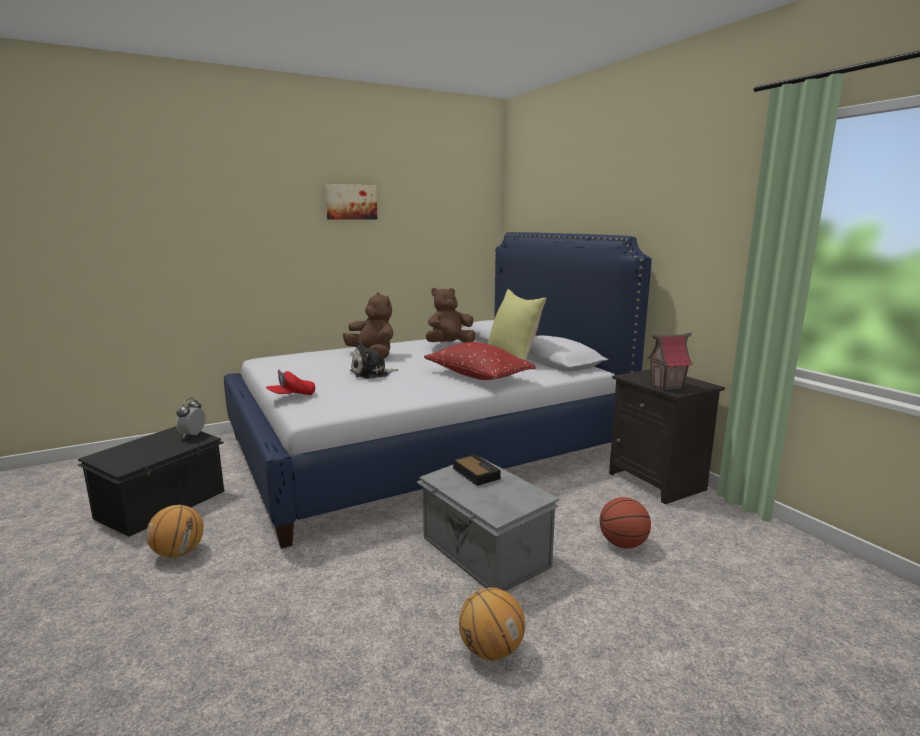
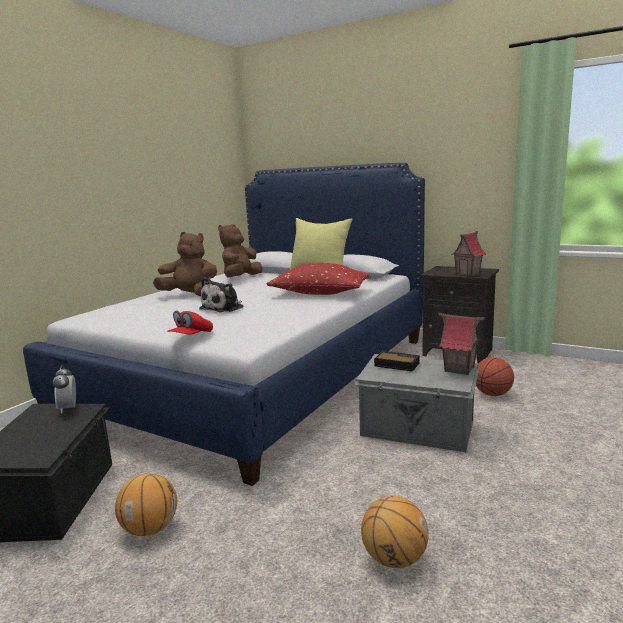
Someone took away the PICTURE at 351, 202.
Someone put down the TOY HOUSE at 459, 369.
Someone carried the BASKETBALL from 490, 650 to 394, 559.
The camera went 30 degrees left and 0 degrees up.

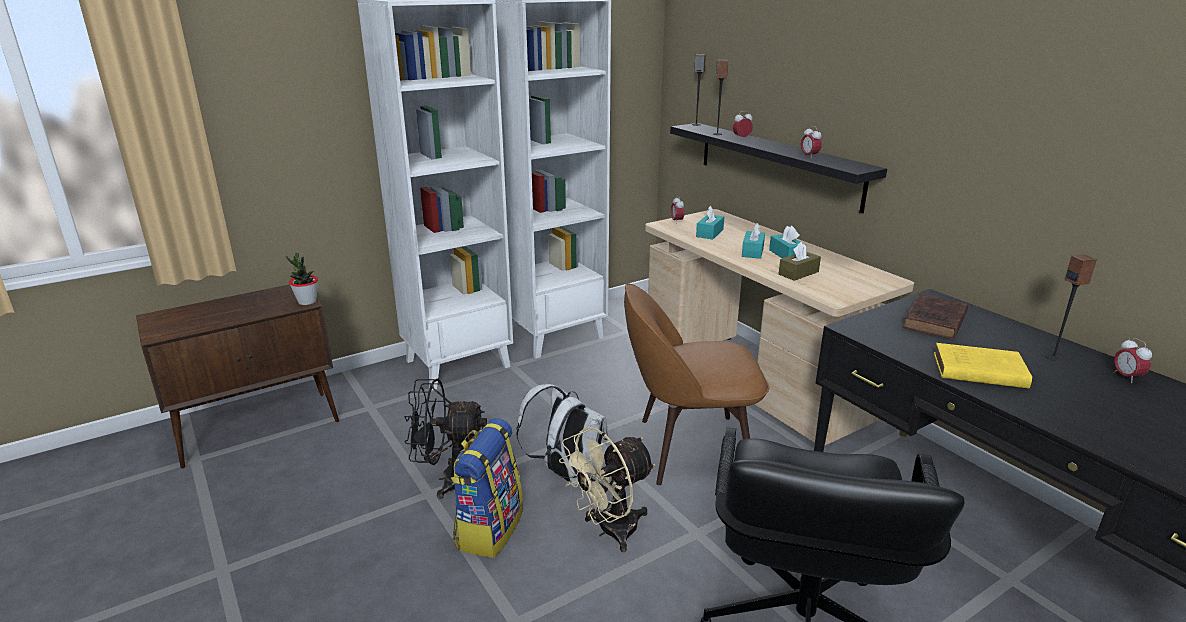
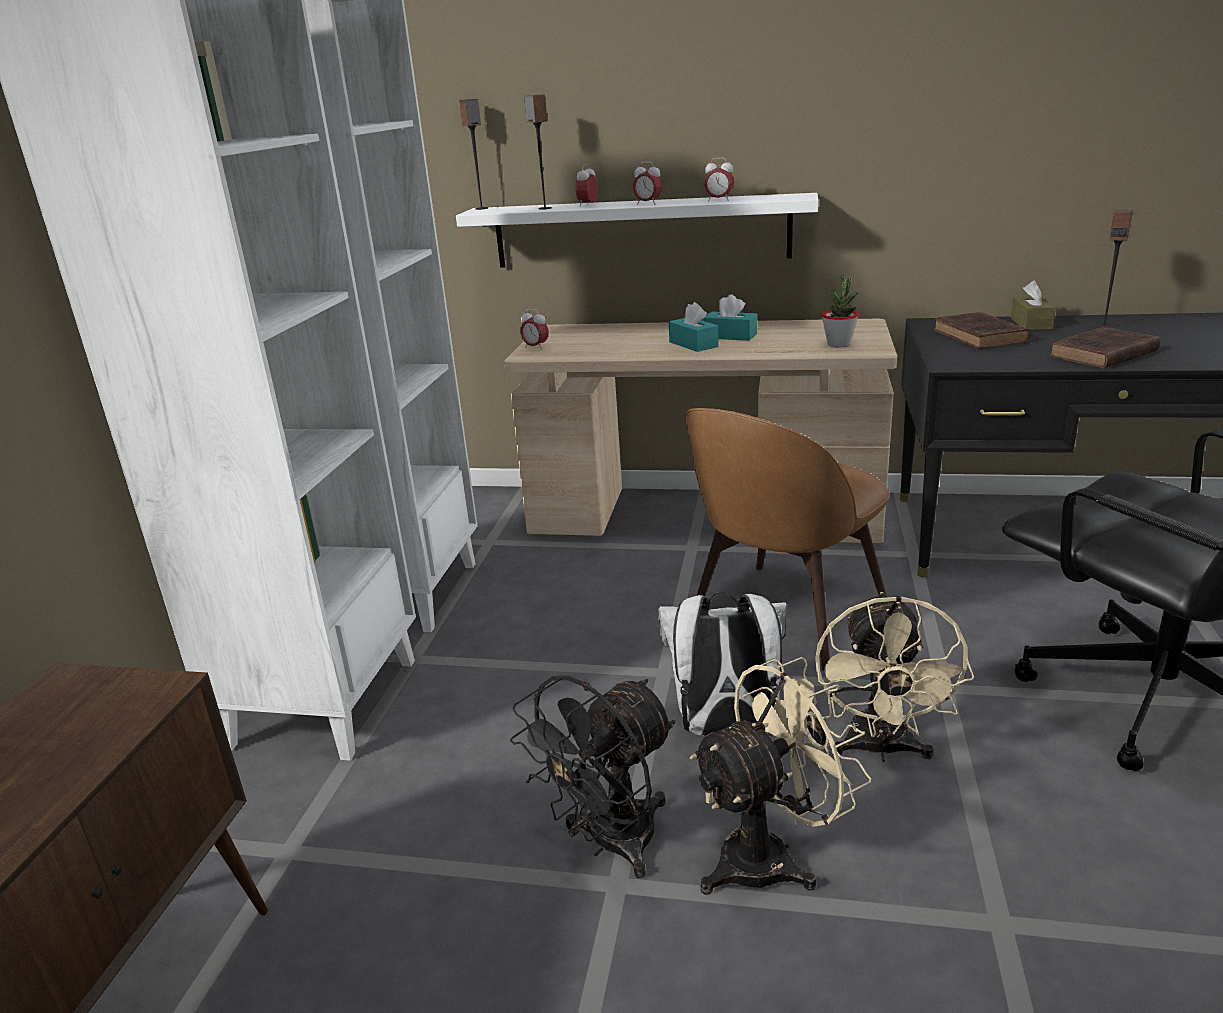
Someone took away the TURQUOISE TISSUE BOX at 709, 233.
Someone carried the POTTED PLANT from 307, 302 to 839, 344.
Someone carried the BROWN TISSUE BOX from 798, 273 to 1031, 323.
Someone carried the ALARM CLOCK from 1126, 377 to 648, 204.
Someone swapped the BACKPACK at 489, 528 for the BEIGE FAN at 770, 856.
Someone repainted the BLACK SHELF at 777, 164, which became the WHITE SHELF at 640, 232.
Someone repainted the YELLOW BOOK at 976, 370, which became the BROWN BOOK at 1101, 354.
The camera went 45 degrees left and 0 degrees up.

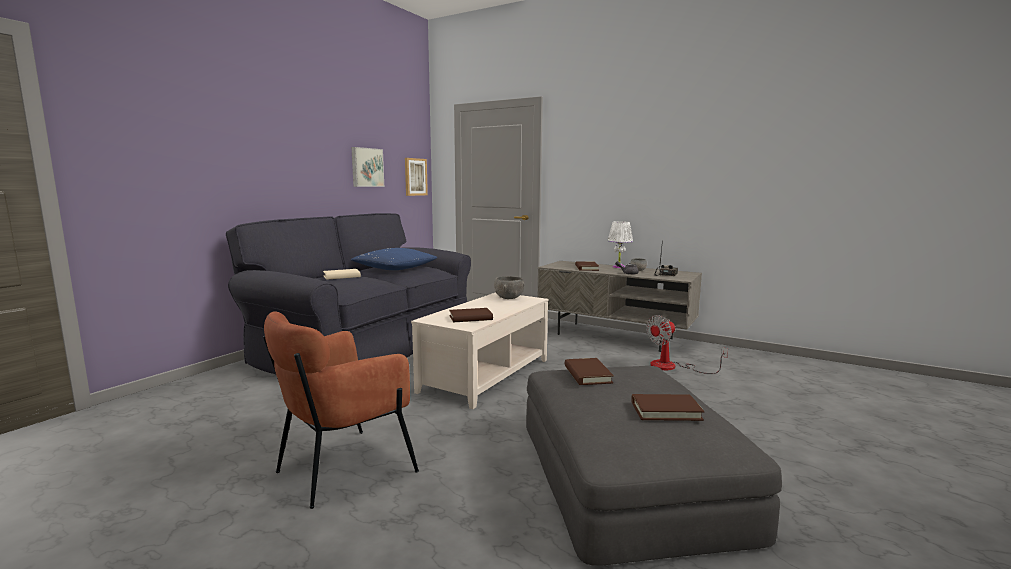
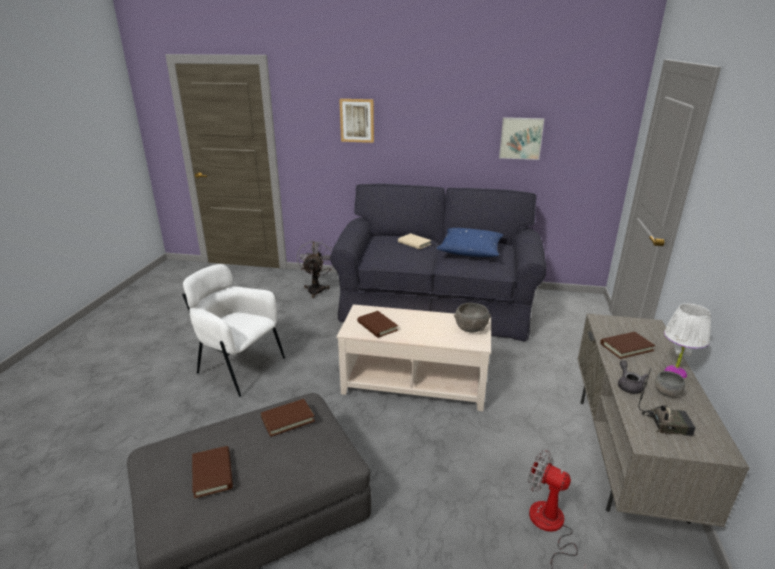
Someone put down the GREY FAN at 316, 289.
Someone carried the PICTURE from 415, 177 to 357, 120.
Someone repainted the BROWN ARMCHAIR at 343, 468, which became the WHITE ARMCHAIR at 238, 368.
The camera went 70 degrees right and 15 degrees up.

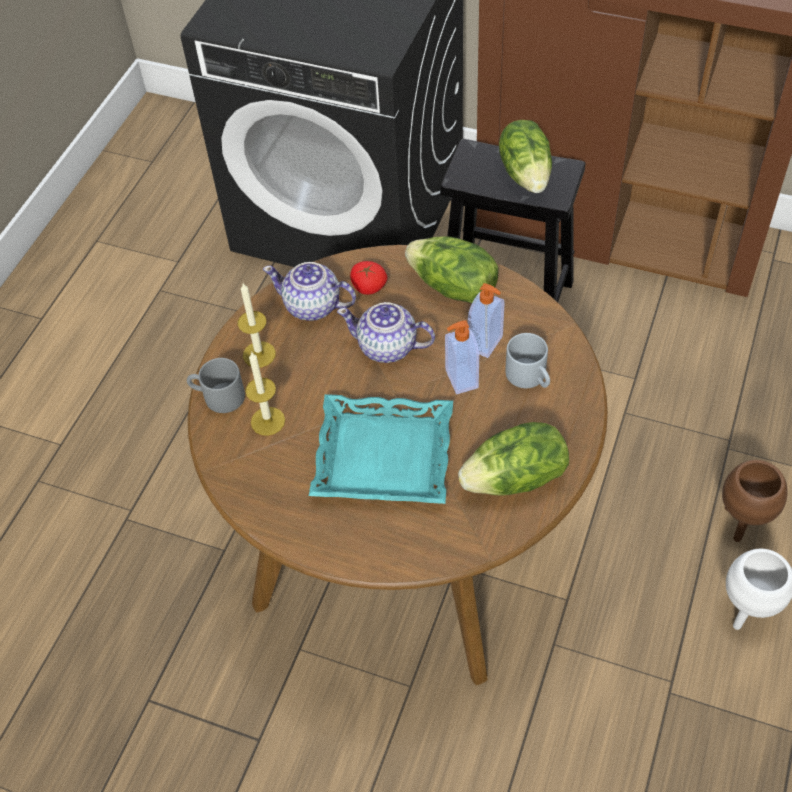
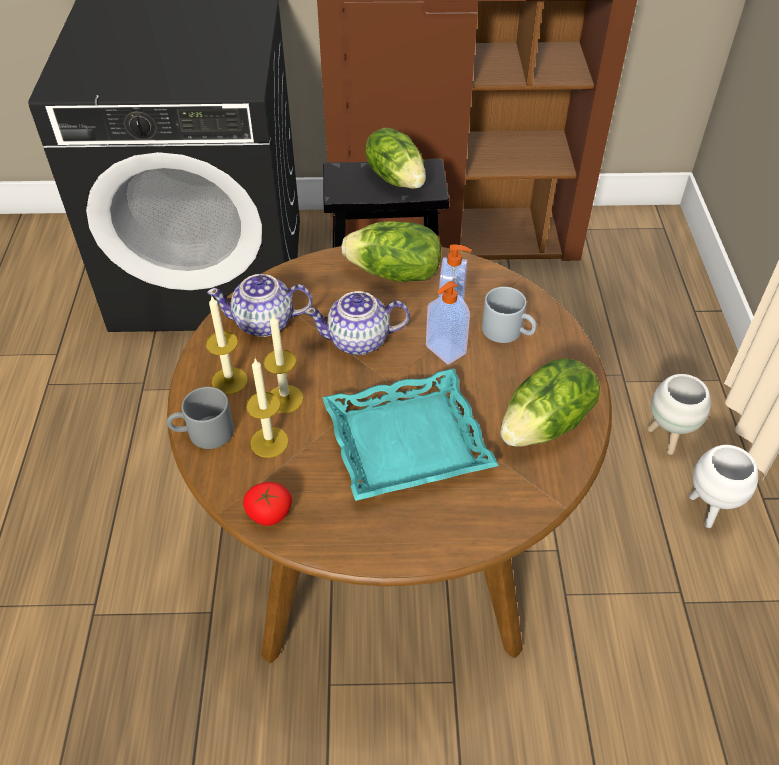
Someone put down the CANDLE at 285, 399.
Someone carried the TOMATO from 368, 287 to 268, 514.
Someone repainted the BROWN PLANTER at 742, 523, which became the WHITE PLANTER at 667, 438.
The camera went 25 degrees left and 5 degrees down.

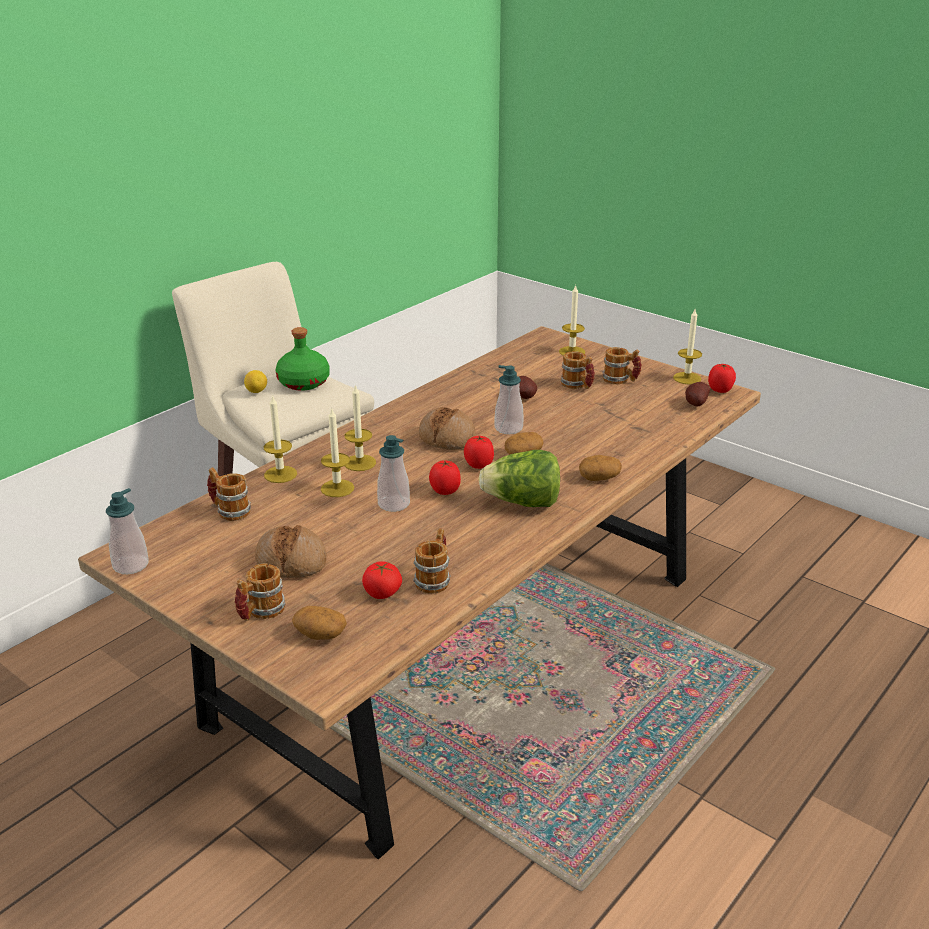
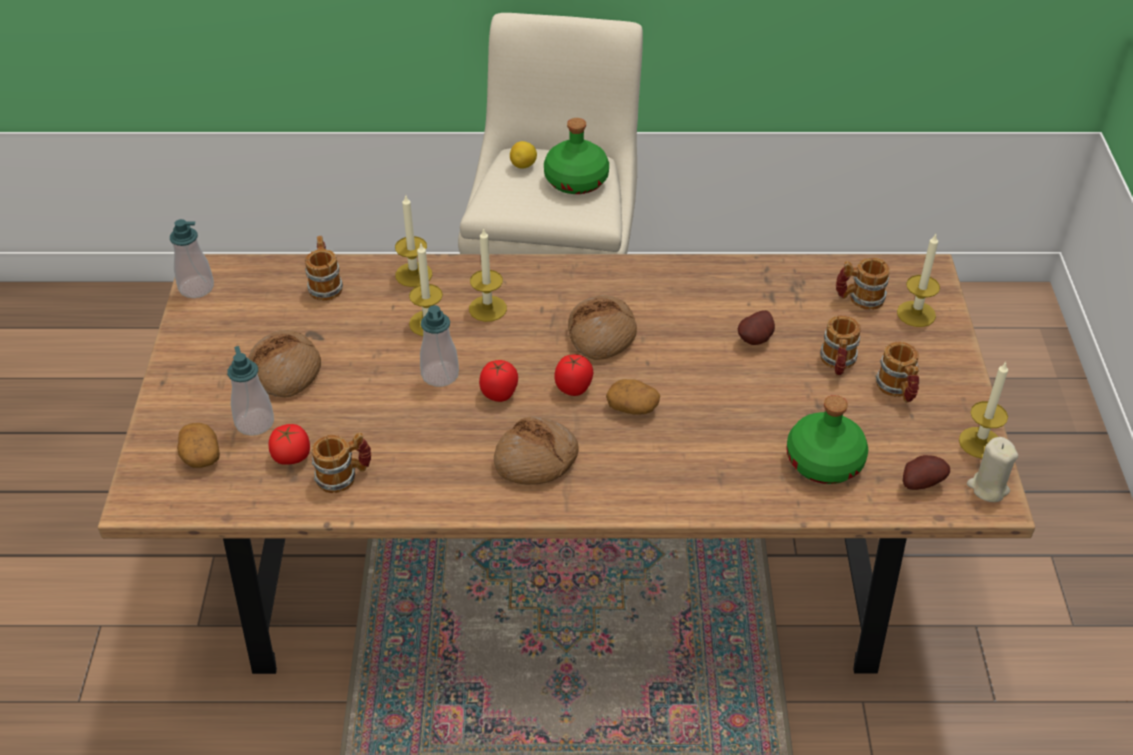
Someone took away the POTATO at 599, 477.
Someone put down the GREEN BOTTLE at 825, 461.
Someone carried the MUG from 260, 612 to 859, 299.
Someone carried the SOAP DISPENSER from 508, 428 to 255, 423.
Someone swapped the LETTUCE at 522, 503 for the BREAD at 536, 460.
Someone swapped the TOMATO at 720, 390 for the BEIGE CANDLE at 988, 487.
The camera went 50 degrees right and 15 degrees up.

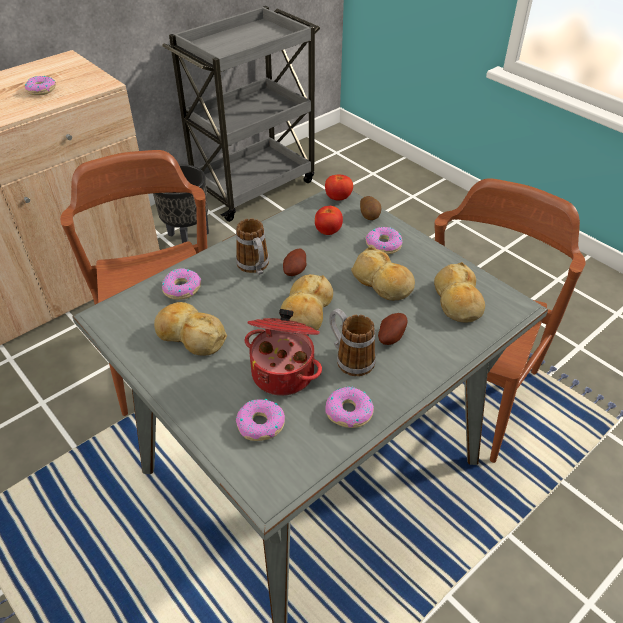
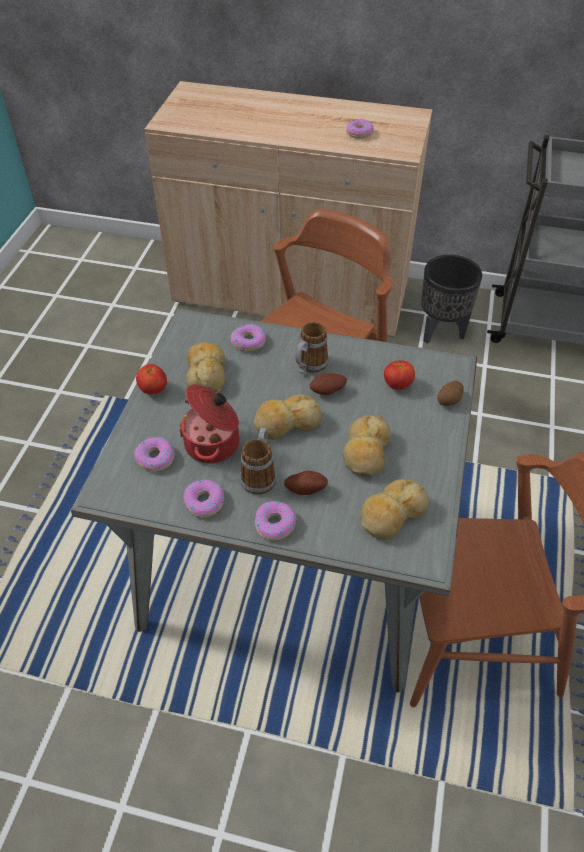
Someone carried the TOMATO from 338, 198 to 153, 389.
Someone carried the DONUT from 383, 245 to 275, 524.
The camera went 55 degrees right and 5 degrees up.

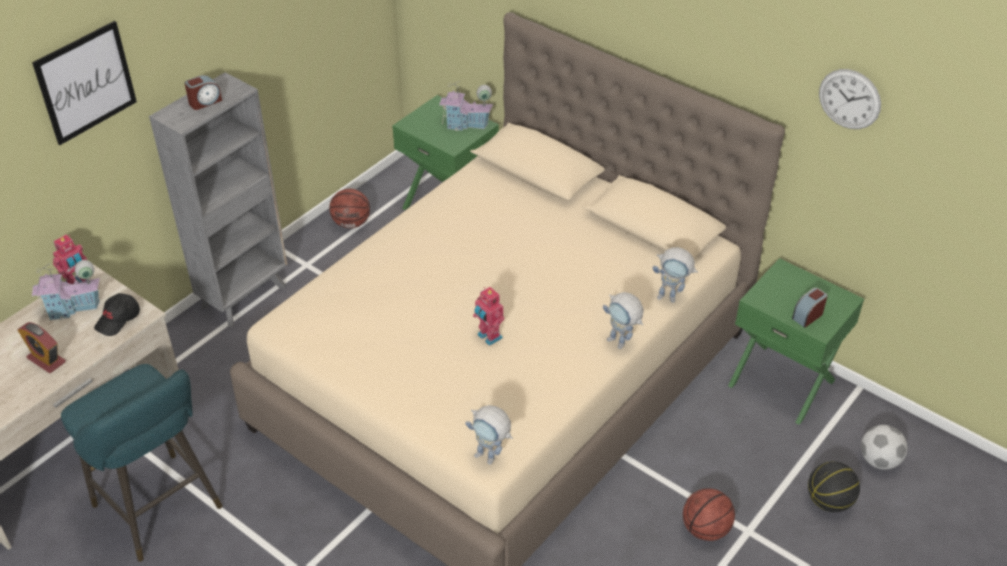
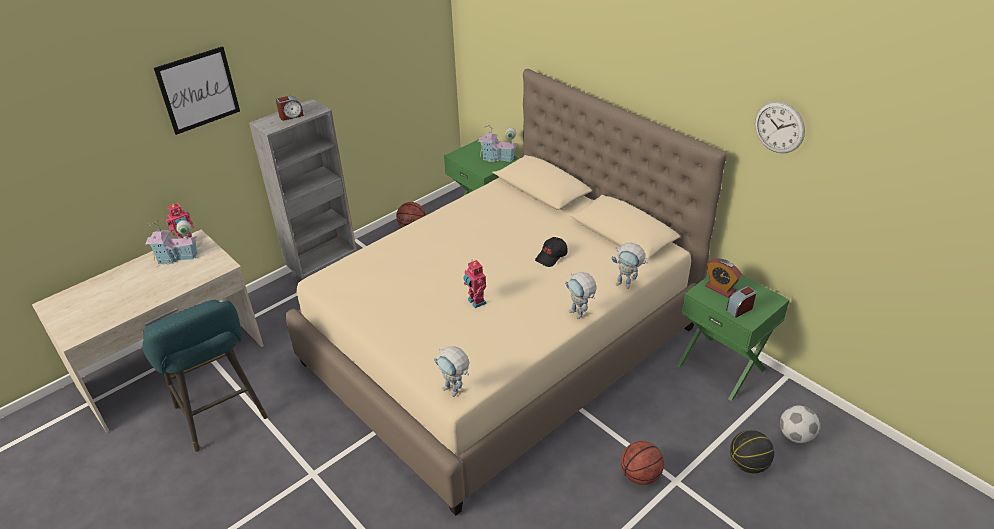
Someone carried the ALARM CLOCK from 46, 360 to 720, 288.
Someone carried the BLACK CAP from 118, 320 to 551, 256.
The camera went 10 degrees right and 5 degrees down.

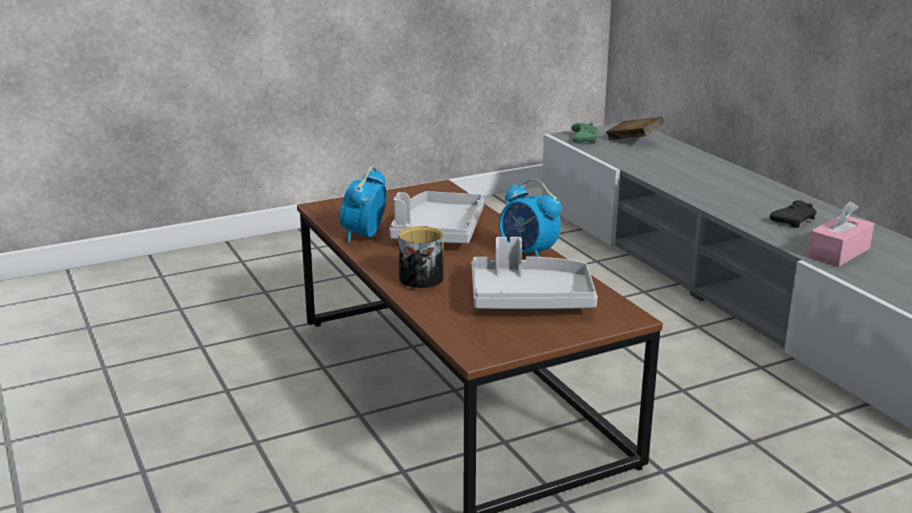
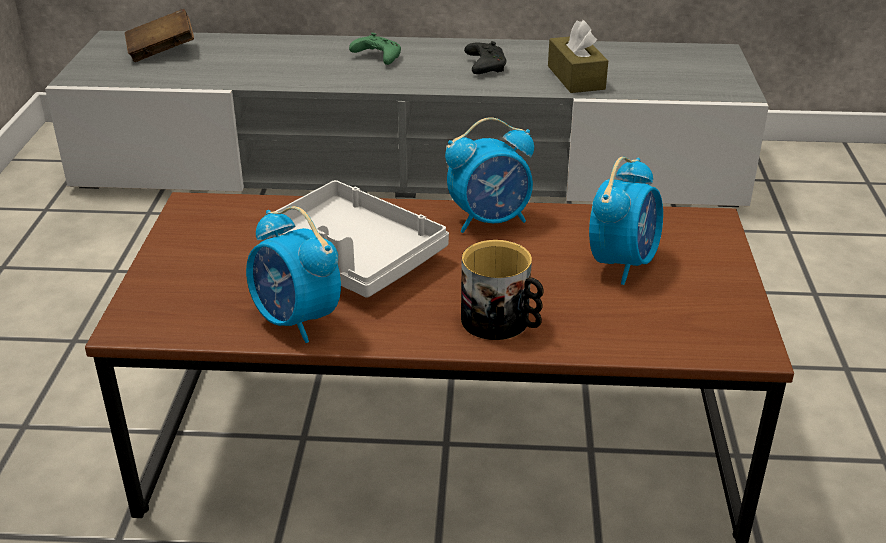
Someone carried the GREEN GAME CONTROLLER from 583, 139 to 377, 57.
Someone swapped the GREY TRAY at 530, 299 for the ALARM CLOCK at 623, 263.
Someone repainted the PINK TISSUE BOX at 838, 252, which became the BROWN TISSUE BOX at 576, 77.
The camera went 60 degrees left and 10 degrees up.

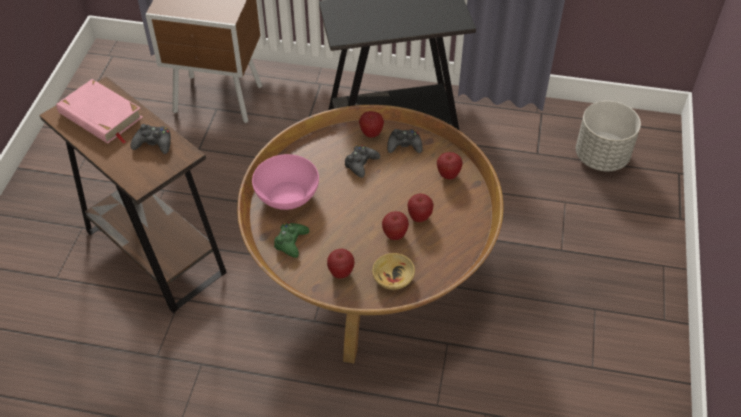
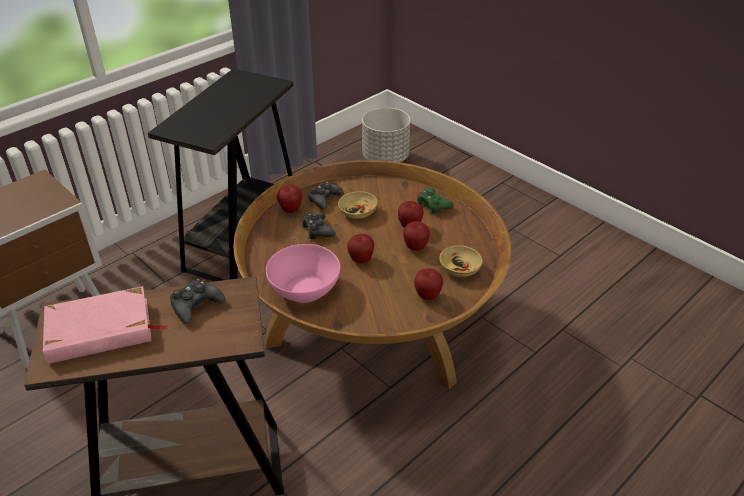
Someone put down the BEIGE BOWL at 358, 212.
Someone carried the GREEN GAME CONTROLLER from 291, 242 to 433, 205.
Someone carried the APPLE from 448, 175 to 361, 260.
The camera went 55 degrees left and 10 degrees down.

